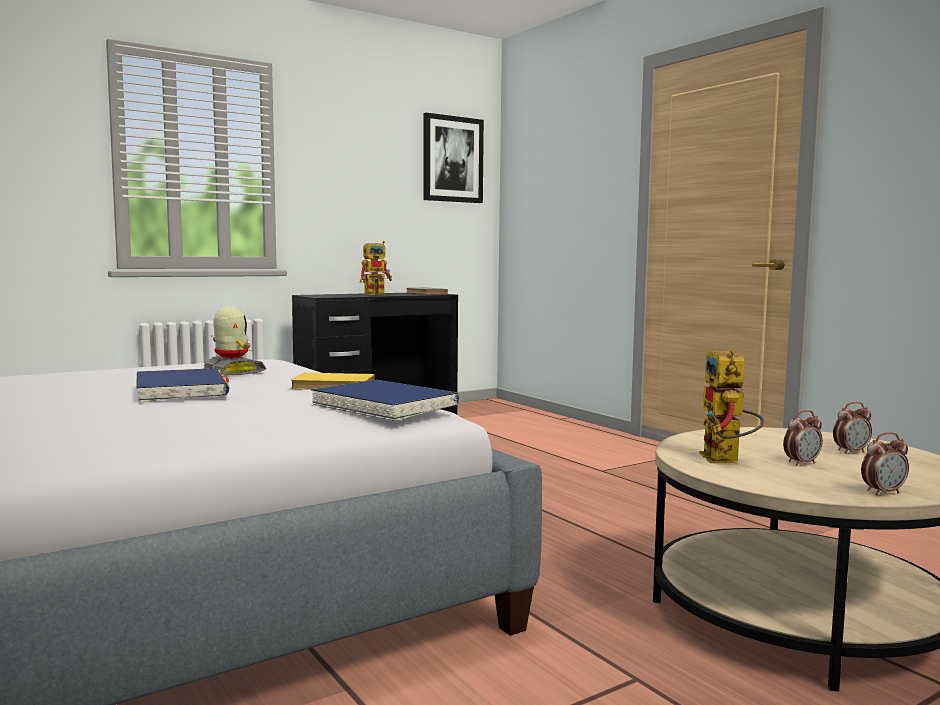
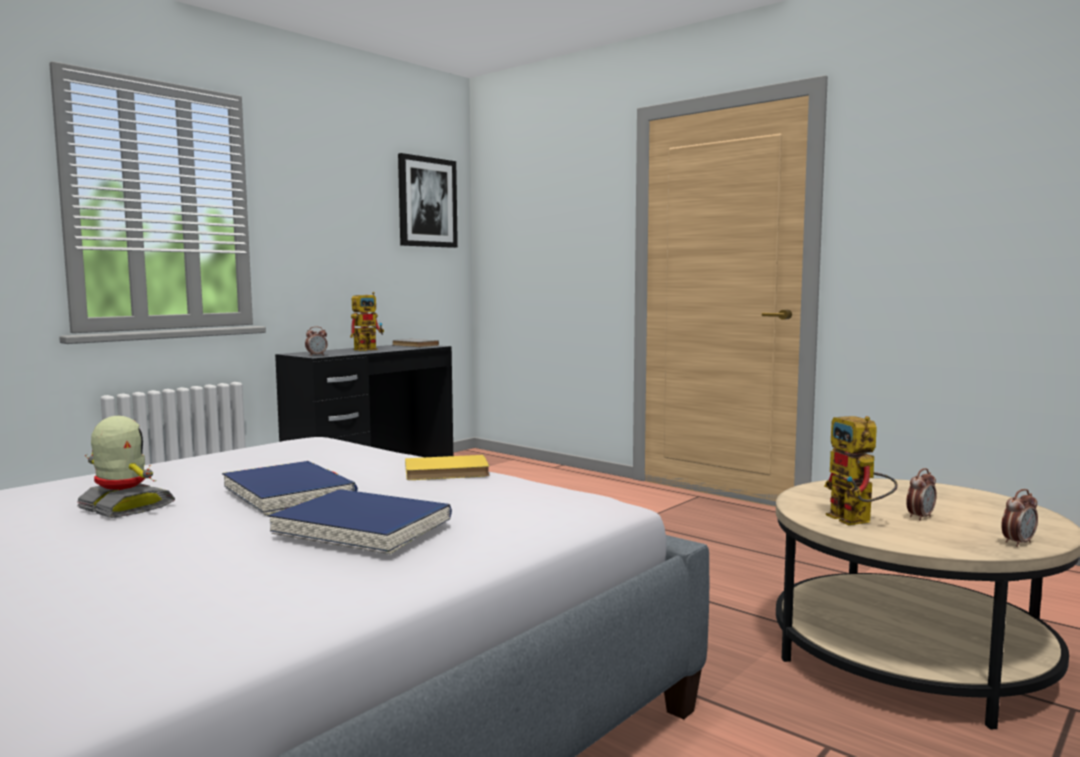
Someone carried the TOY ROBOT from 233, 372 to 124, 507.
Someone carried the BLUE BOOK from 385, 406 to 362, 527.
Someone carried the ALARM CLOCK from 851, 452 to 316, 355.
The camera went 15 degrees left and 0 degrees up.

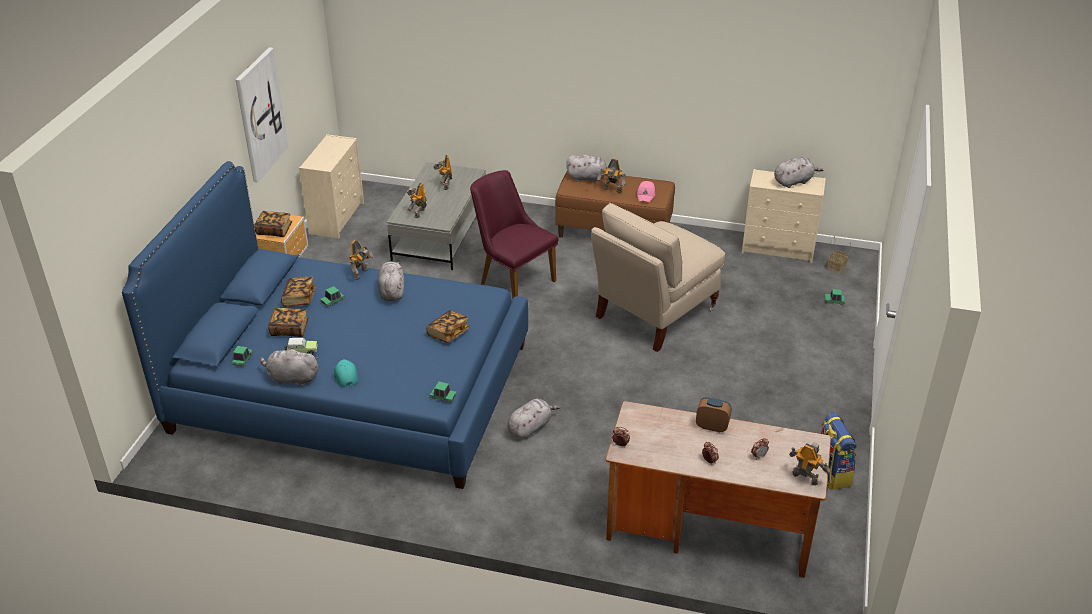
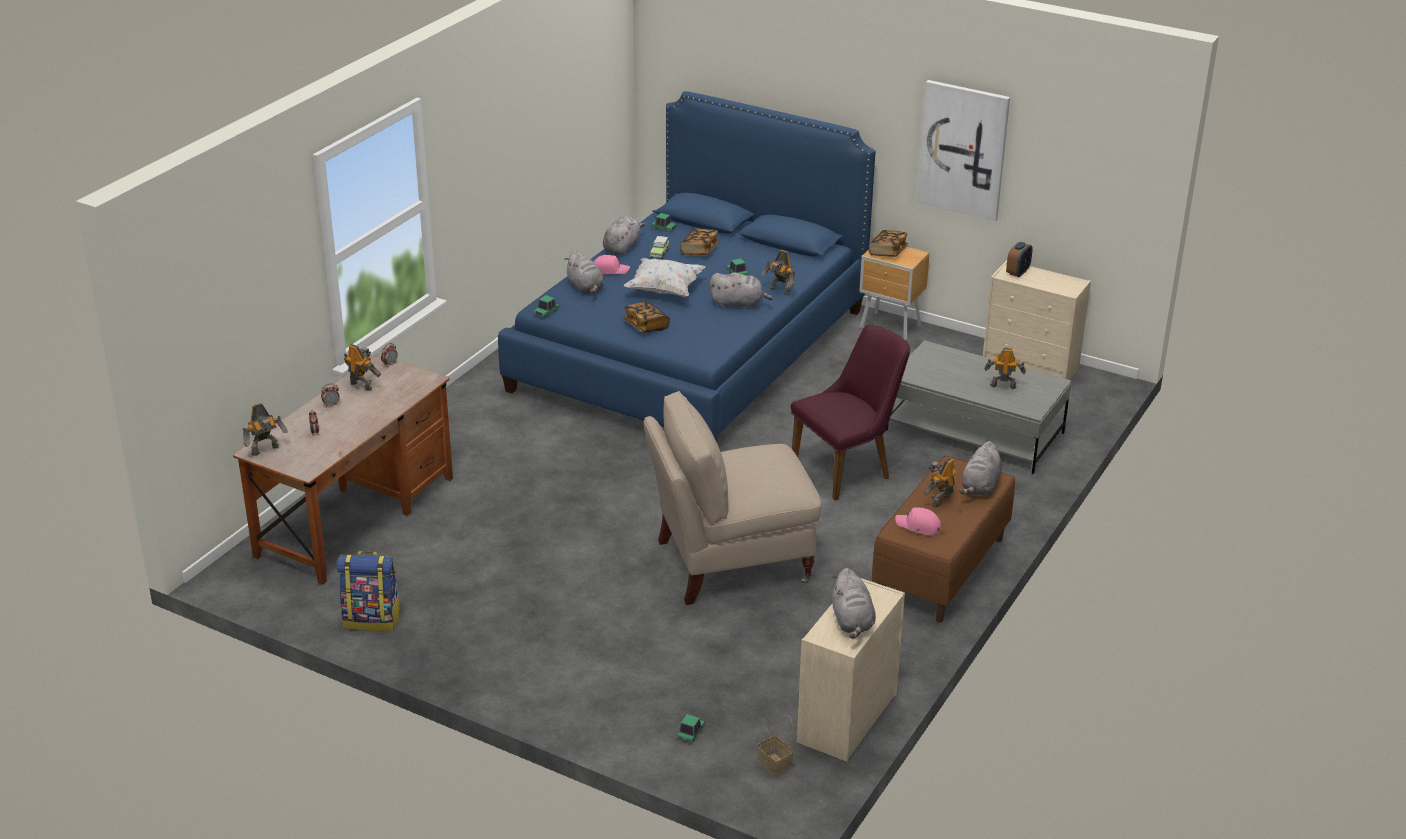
Someone took away the BOOK at 299, 298.
Someone put down the WHITE PILLOW at 664, 290.
Someone carried the TOY ROBOT from 418, 213 to 361, 385.
Someone carried the GREY PLUSH TOY from 530, 427 to 586, 288.
Someone carried the ALARM CLOCK from 712, 426 to 1018, 272.
Someone repainted the TURQUOISE CAP at 345, 376, which became the PINK CAP at 609, 270.
Someone rotated the BEIGE CHAIR at 654, 314 by 75 degrees counterclockwise.
The camera went 105 degrees right and 5 degrees down.

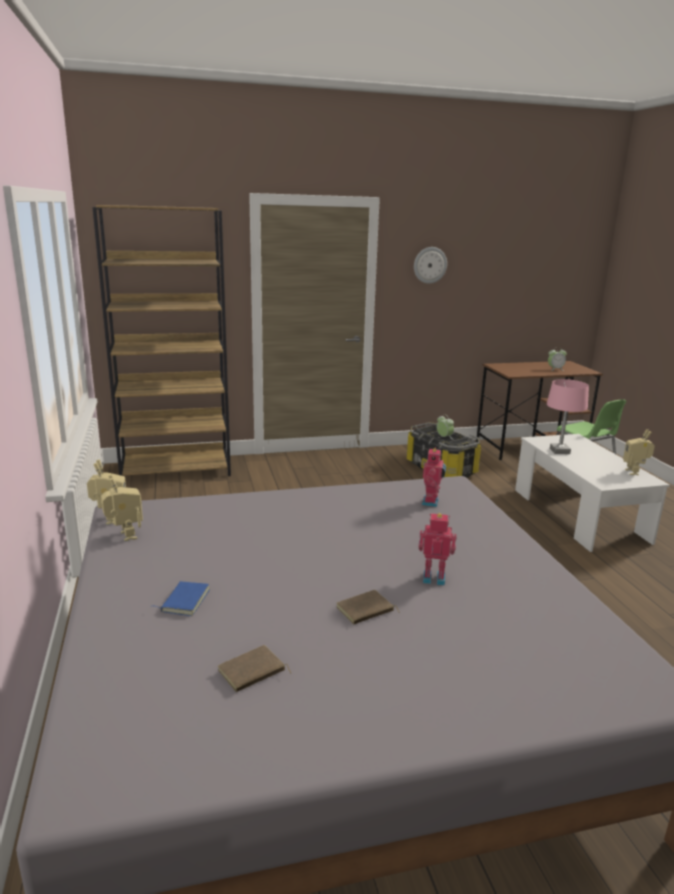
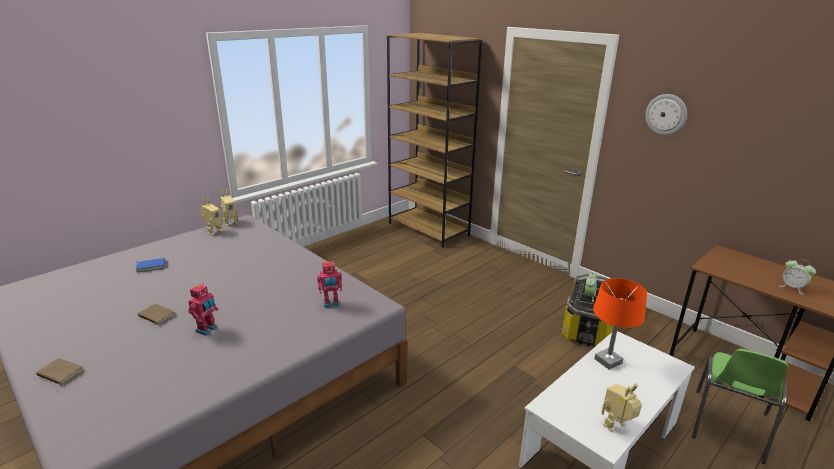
Someone carried the BROWN BOOK from 252, 672 to 59, 374.
Someone repainted the PINK TABLE LAMP at 559, 451, which became the ORANGE TABLE LAMP at 607, 361.
Someone rotated the TOY ROBOT at 434, 577 by 45 degrees clockwise.
The camera went 60 degrees right and 5 degrees up.

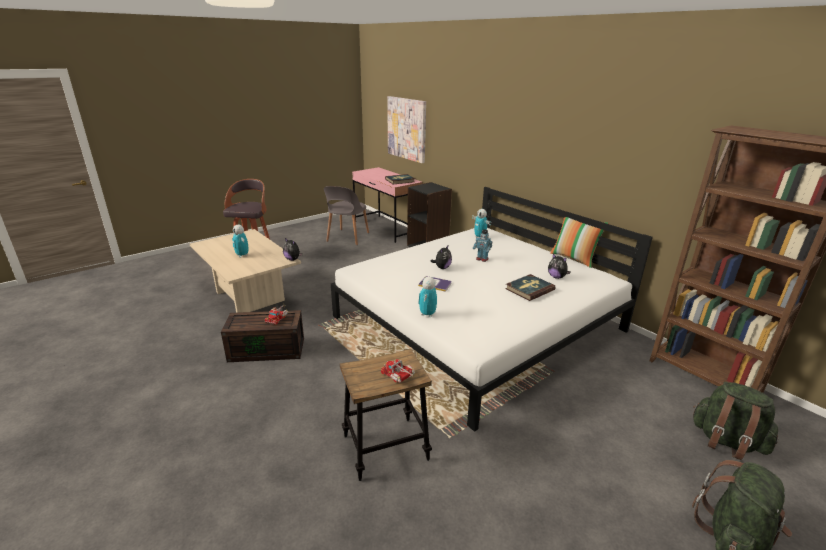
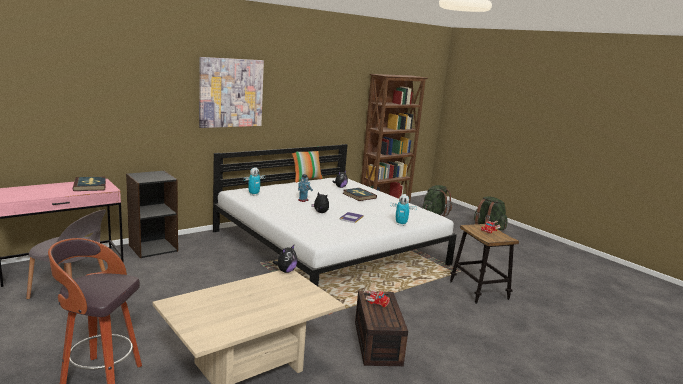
Someone took away the TOY ROBOT at 242, 255.
Someone carried the PICTURE from 407, 129 to 231, 93.
The camera went 90 degrees left and 10 degrees down.

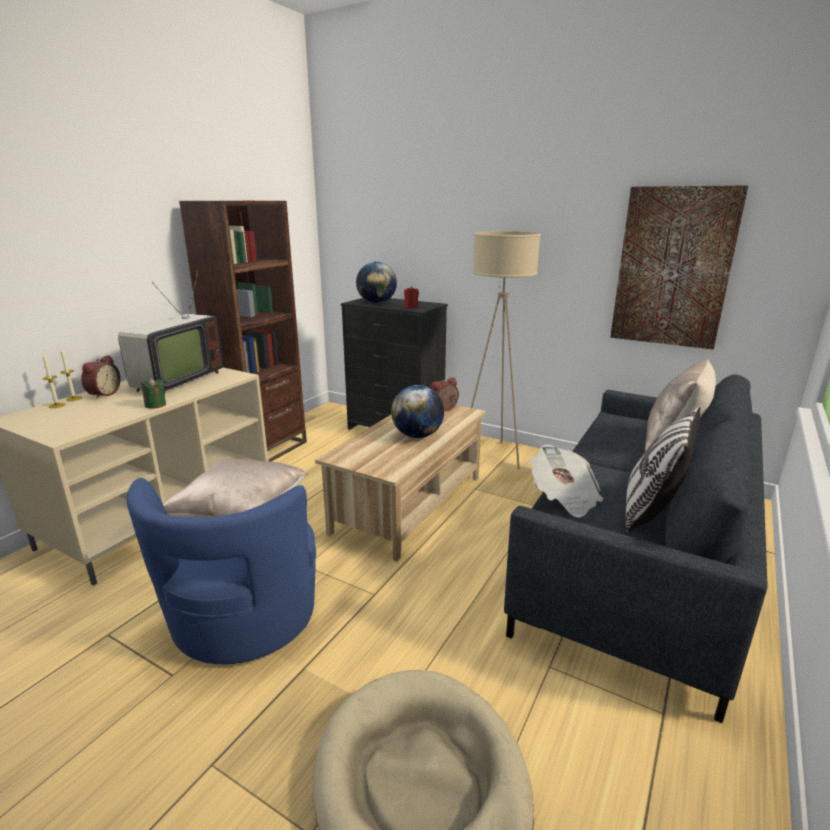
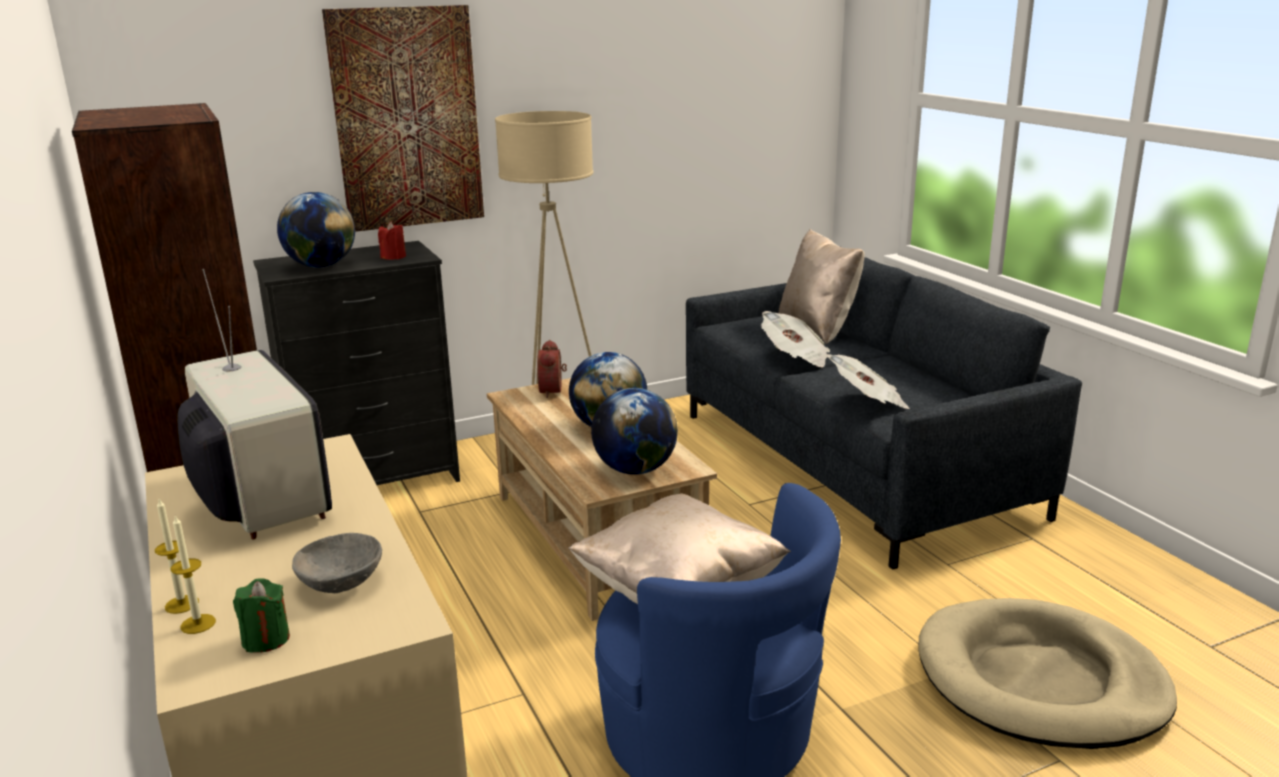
Someone took away the ALARM CLOCK at 103, 394.
Someone took away the PILLOW at 651, 511.
Someone put down the GREY BOWL at 342, 582.
Someone put down the GLOBE at 635, 470.
Someone put down the NEWSPAPER at 795, 357.
Someone carried the GREEN CANDLE from 155, 405 to 266, 639.
Someone carried the PICTURE from 673, 268 to 407, 119.
The camera went 55 degrees left and 0 degrees up.

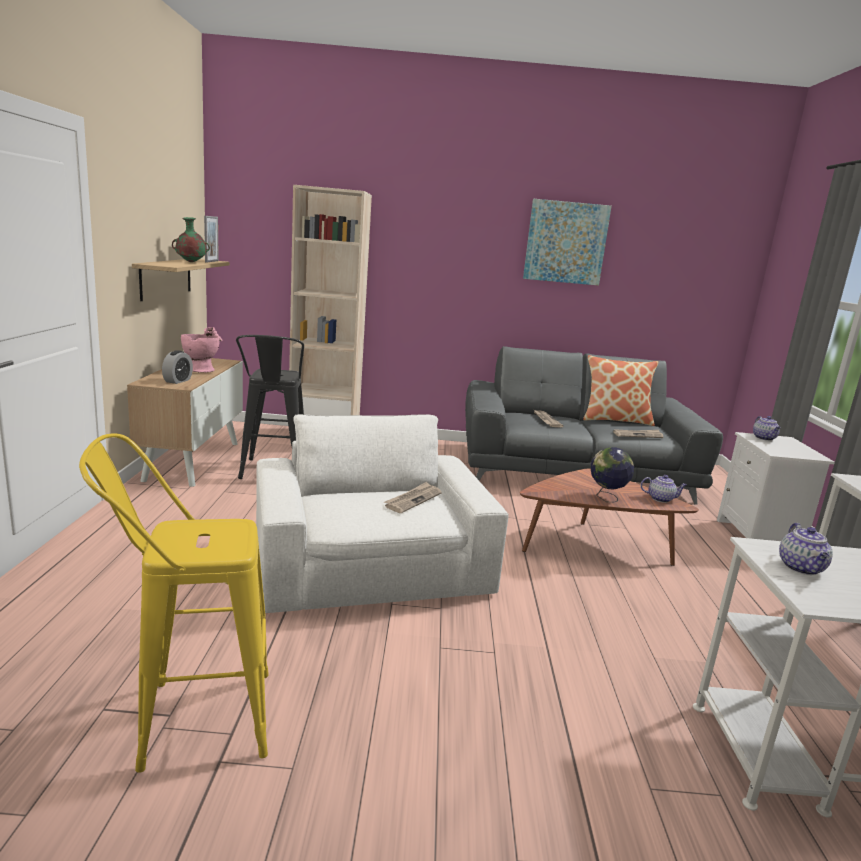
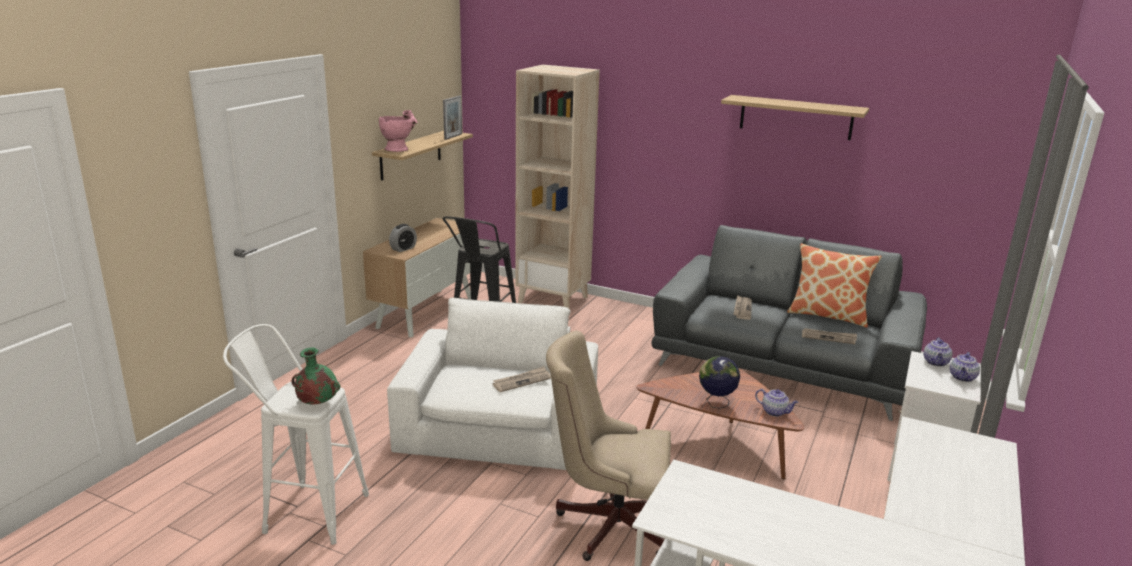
Someone put down the BEIGE OFFICE CHAIR at 608, 523.
Someone carried the GREEN VASE from 190, 262 to 317, 403.
Someone carried the PINK VASE from 202, 370 to 399, 149.
Someone carried the TEAPOT from 801, 568 to 962, 378.
Someone swapped the PICTURE at 565, 242 for the SHELF at 795, 117.
Someone repainted the YELLOW STOOL at 190, 719, which became the WHITE STOOL at 306, 511.
The camera went 25 degrees right and 5 degrees up.

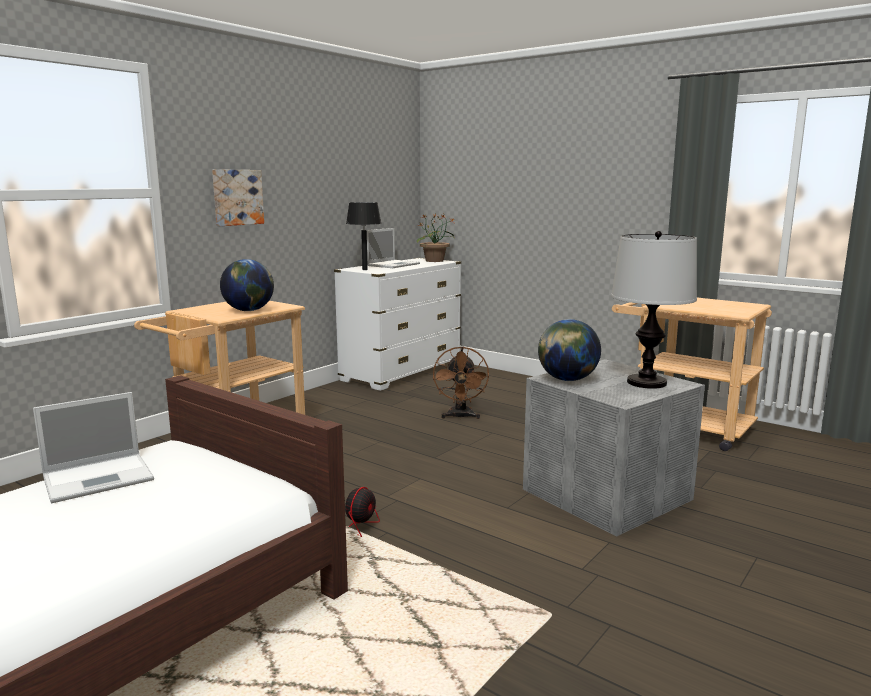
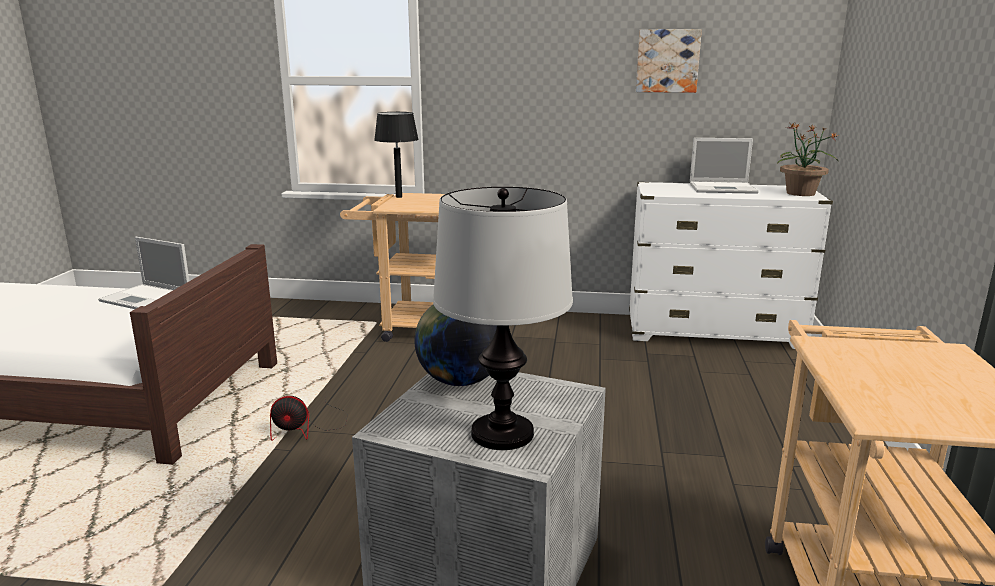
Someone took away the GLOBE at 249, 310.
Someone took away the BROWN FAN at 460, 417.
Someone carried the PICTURE from 237, 197 to 667, 61.
Someone carried the BLACK TABLE LAMP from 364, 269 to 398, 197.
The camera went 60 degrees right and 5 degrees up.

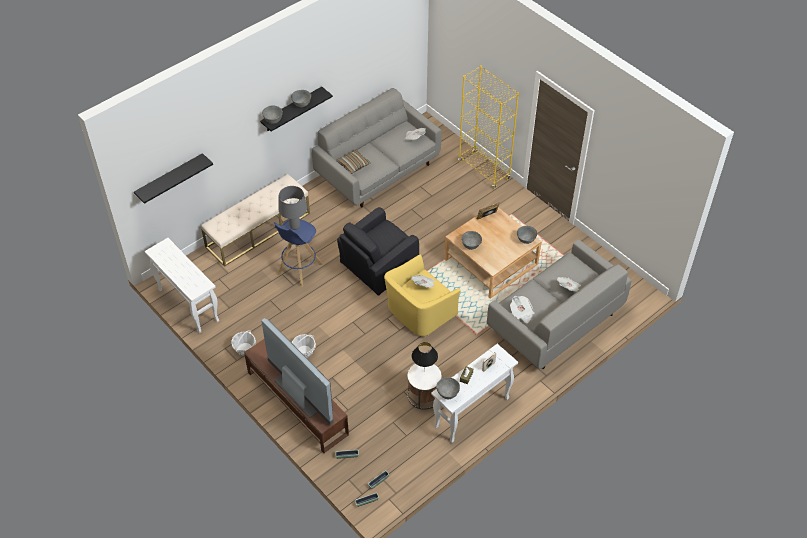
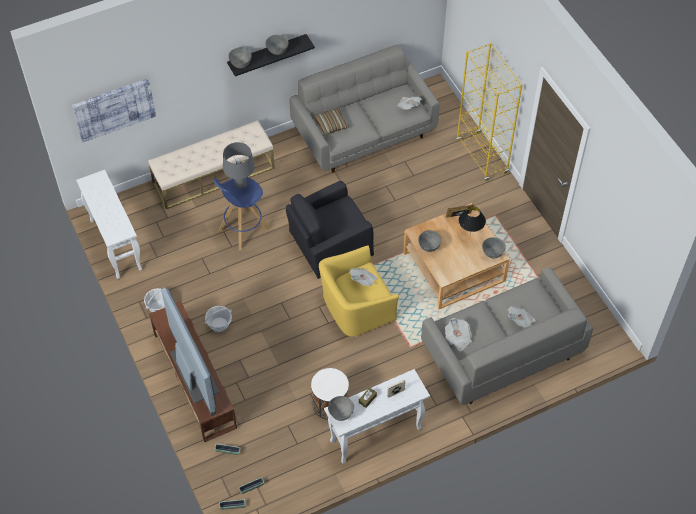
Someone carried the BLACK TABLE LAMP from 424, 371 to 469, 237.
Someone swapped the BLACK SHELF at 170, 178 for the PICTURE at 114, 108.
The camera went 15 degrees right and 5 degrees up.

